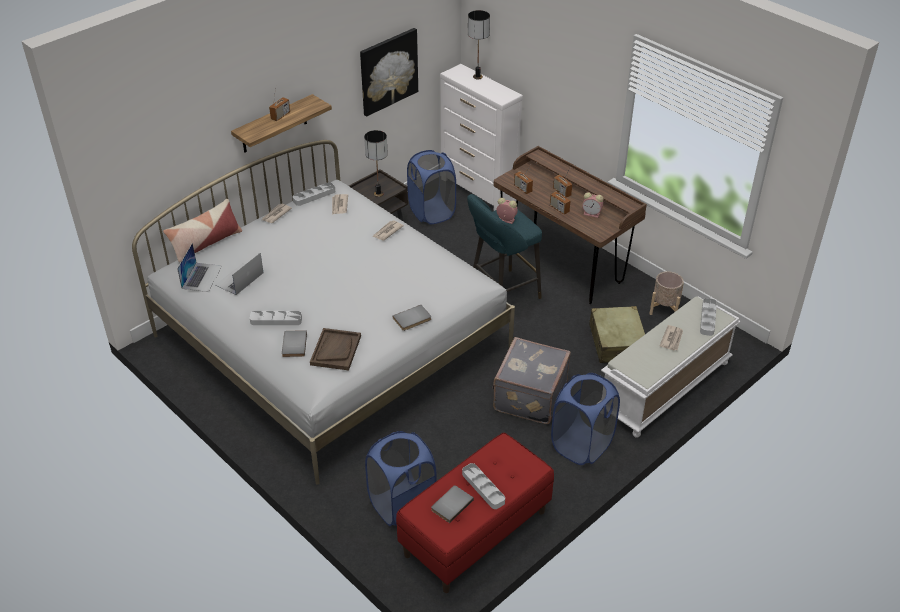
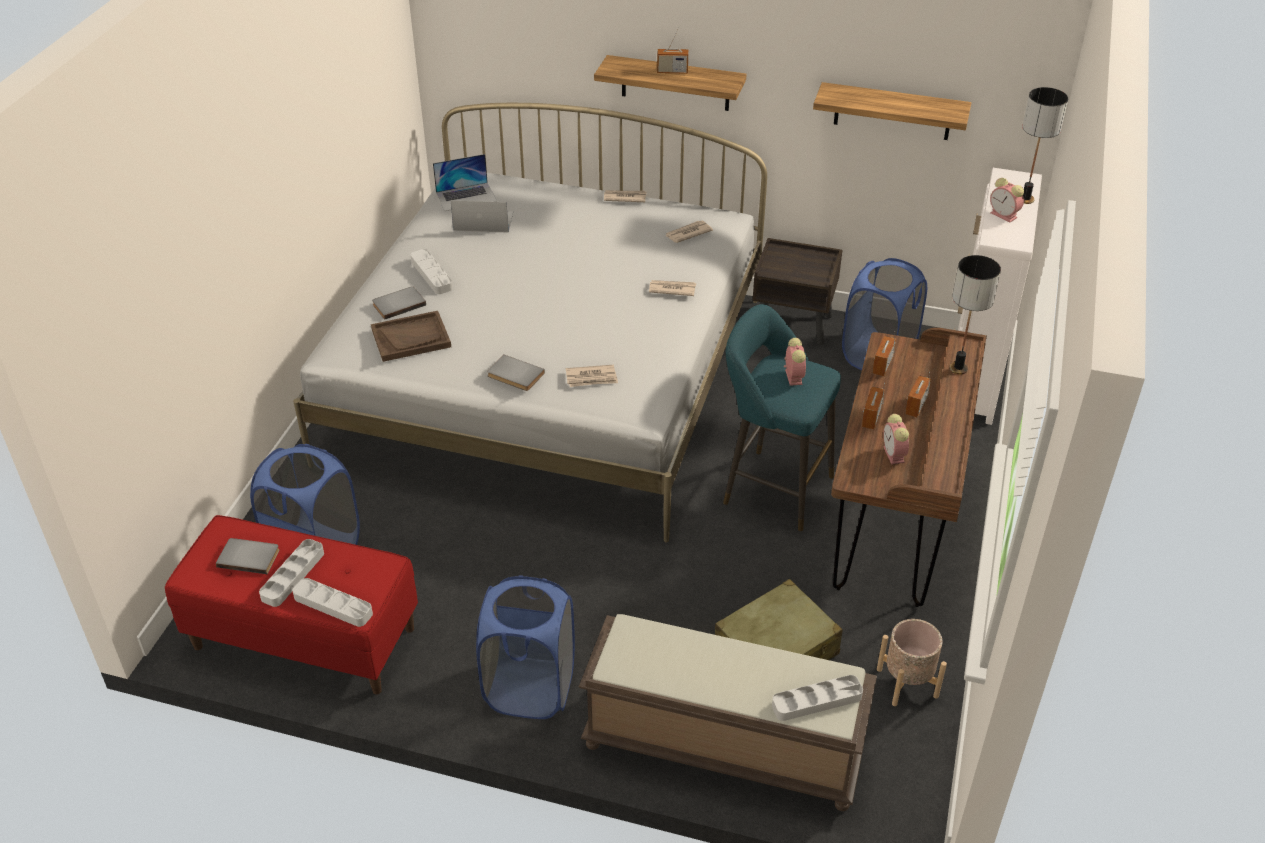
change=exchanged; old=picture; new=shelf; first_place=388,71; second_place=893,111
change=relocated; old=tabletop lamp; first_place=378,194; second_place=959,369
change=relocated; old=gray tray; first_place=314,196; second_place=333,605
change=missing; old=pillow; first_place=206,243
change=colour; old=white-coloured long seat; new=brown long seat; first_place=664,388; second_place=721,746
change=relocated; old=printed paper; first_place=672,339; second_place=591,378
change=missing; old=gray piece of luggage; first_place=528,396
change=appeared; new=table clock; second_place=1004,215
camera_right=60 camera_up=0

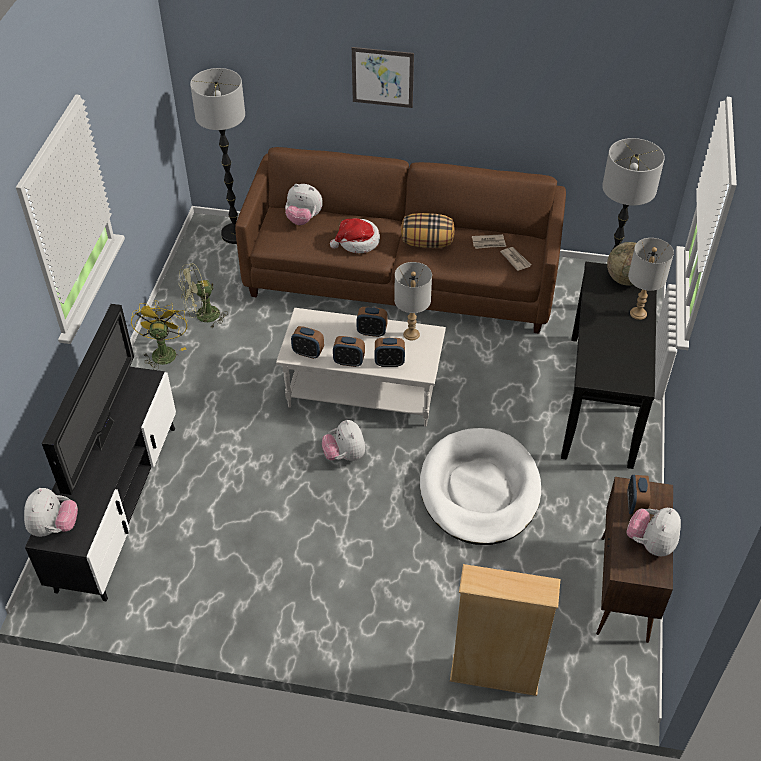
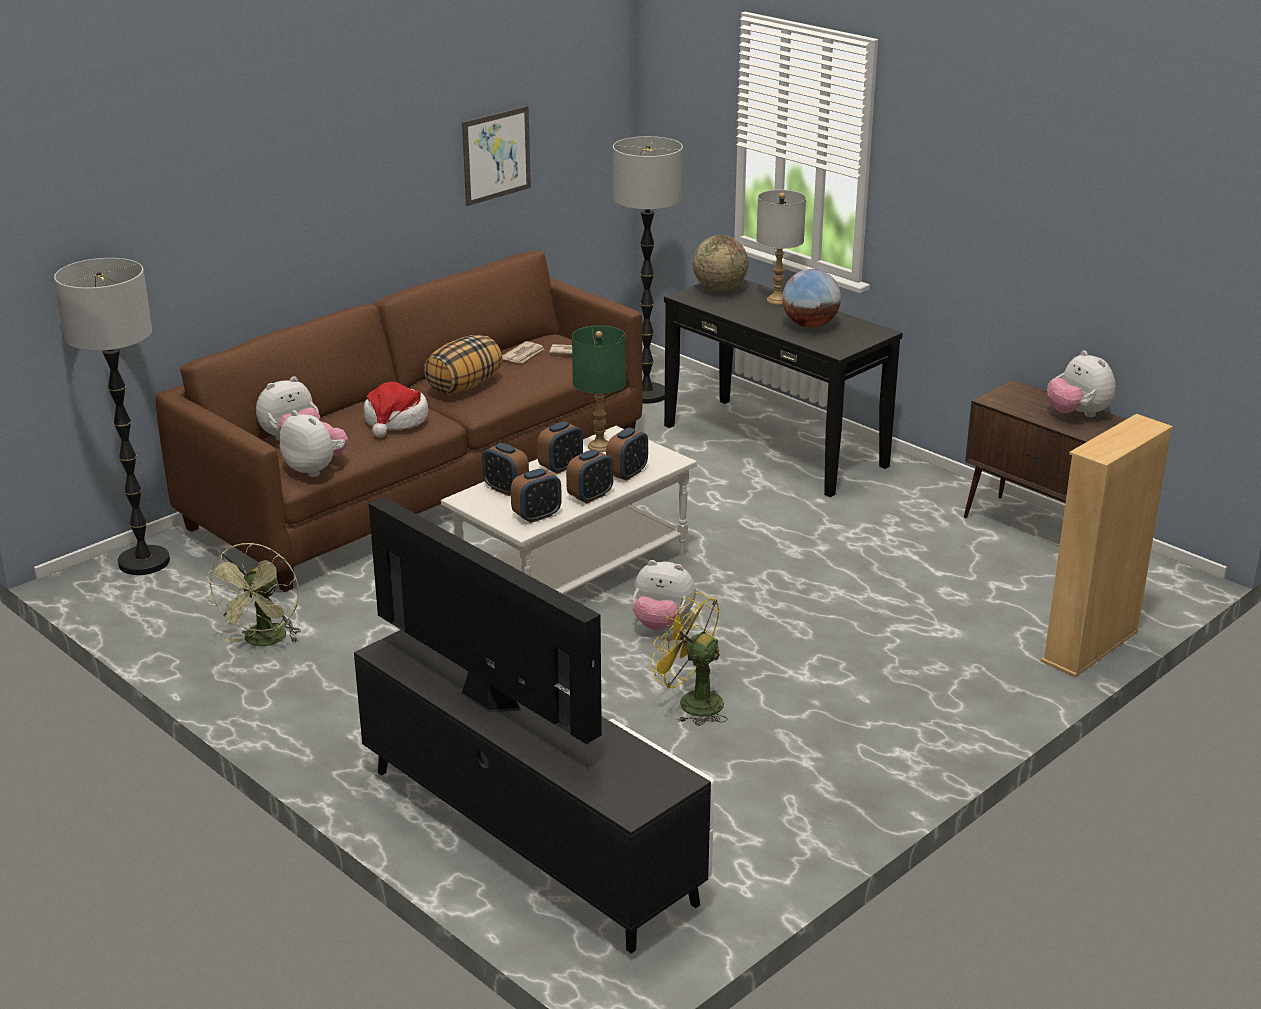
change=relocated; old=picture; first_place=382,77; second_place=496,155
change=colour; old=gray tabletop lamp; new=green-coloured tabletop lamp; first_place=411,334; second_place=600,446
change=relocated; old=yellow-coloured fan; first_place=163,351; second_place=691,702
change=missing; old=white-coloured dog bed; first_place=480,490
change=relocated; old=table clock; first_place=635,505; second_place=506,489
change=relocated; old=soft toy; first_place=54,527; second_place=316,469
change=appeared; new=world globe; second_place=810,325
camera_right=-55 camera_up=-20

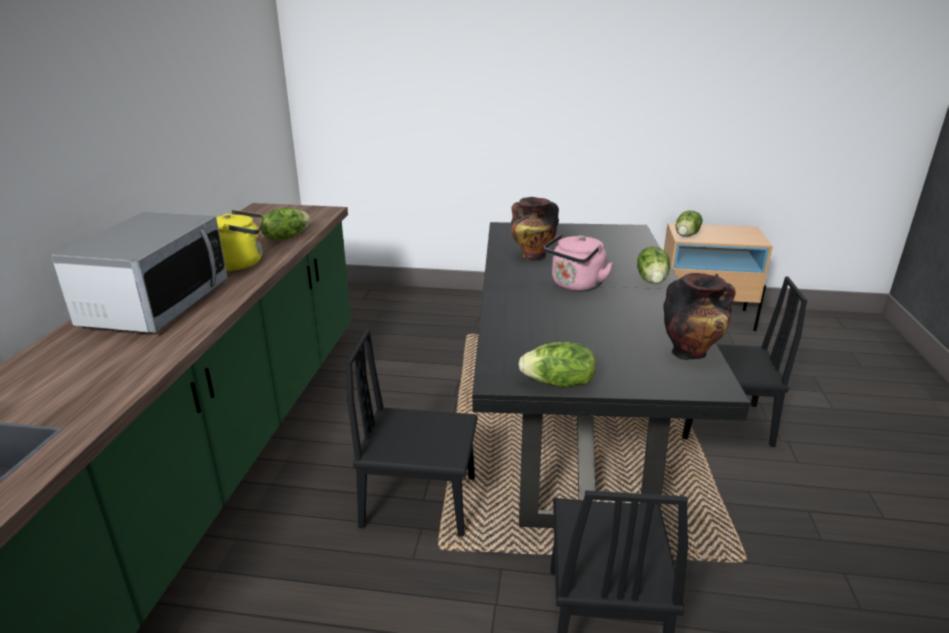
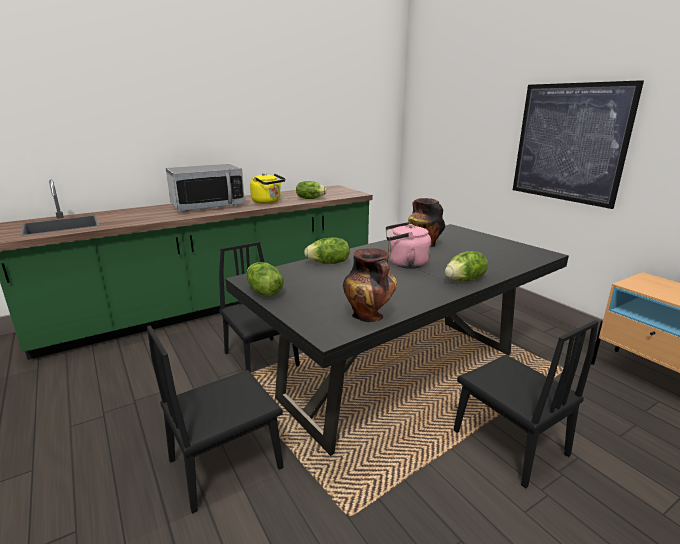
change=relocated; old=lettuce head; first_place=687,235; second_place=329,263
change=appeared; new=picture; second_place=569,143
camera_right=50 camera_up=-5

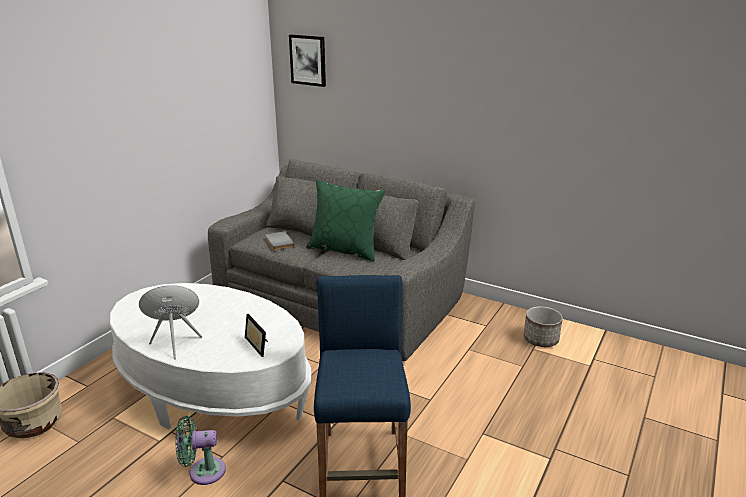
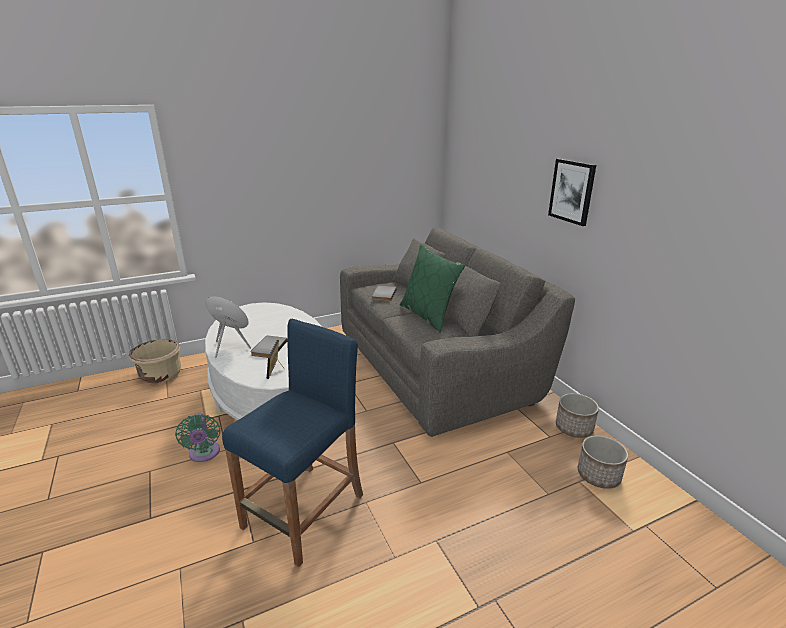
change=relocated; old=picture; first_place=308,60; second_place=572,191
change=spun; old=green-coloured fan; first_place=203,471; second_place=204,454; degrees=-135
change=appeared; new=gray bound book; second_place=268,348
change=appeared; new=planter; second_place=574,428
camera_right=35 camera_up=0

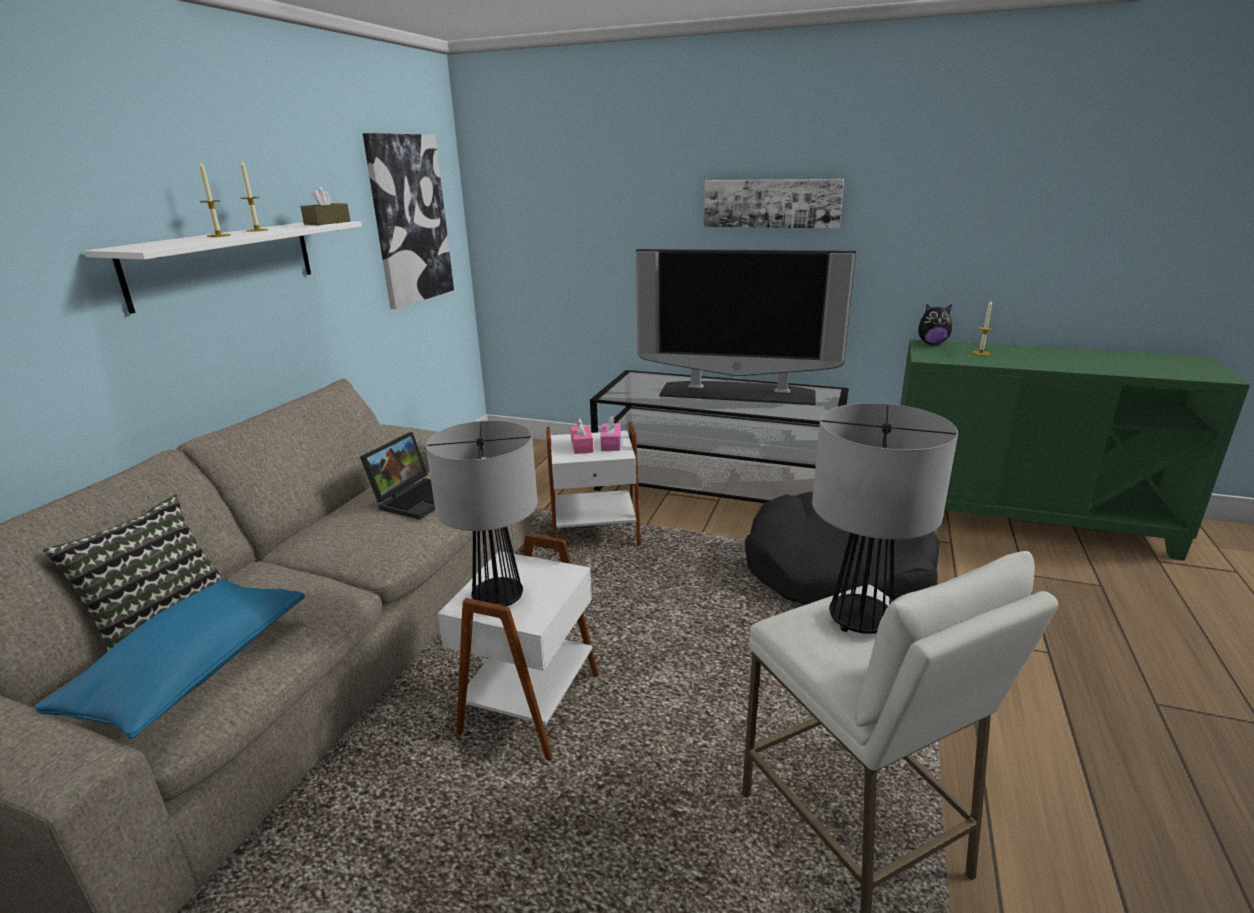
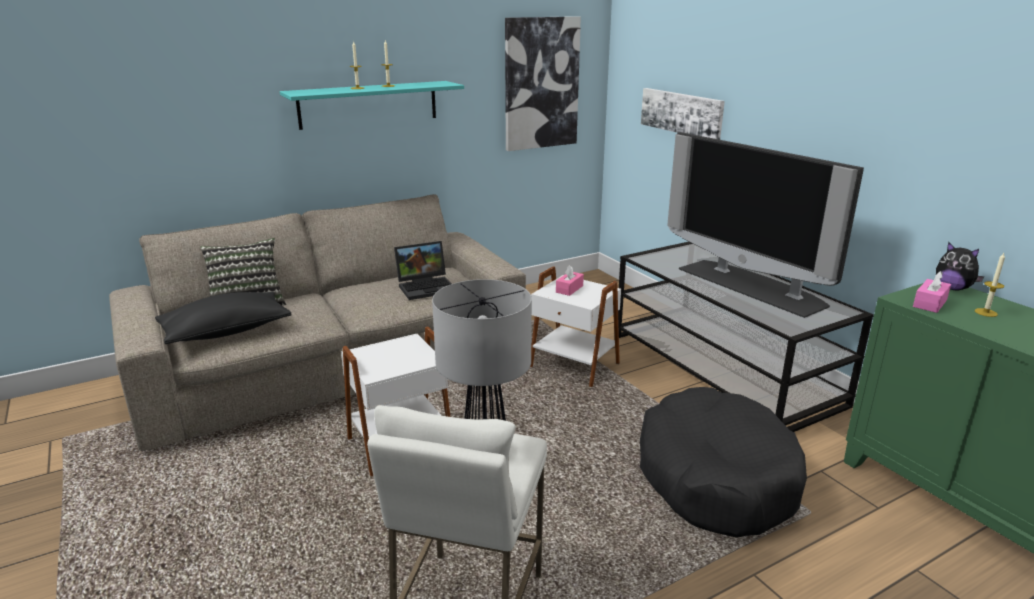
change=relocated; old=picture; first_place=771,203; second_place=681,113
change=missing; old=brown tissue holder; first_place=327,223
change=colour; old=white-coloured shelf; new=turquoise shelf; first_place=224,262; second_place=368,104
change=relocated; old=pink-coloured tissue holder; first_place=611,444; second_place=929,303
change=missing; old=tabletop lamp; first_place=497,599
change=colour; old=blue pillow; new=black-coloured pillow; first_place=193,671; second_place=226,332
camera_right=40 camera_up=0

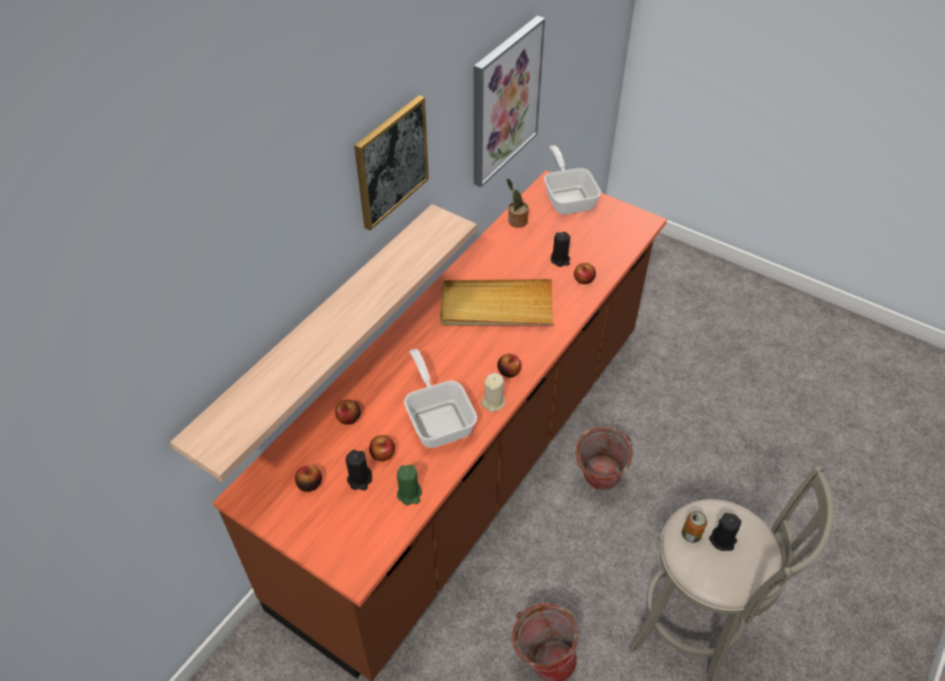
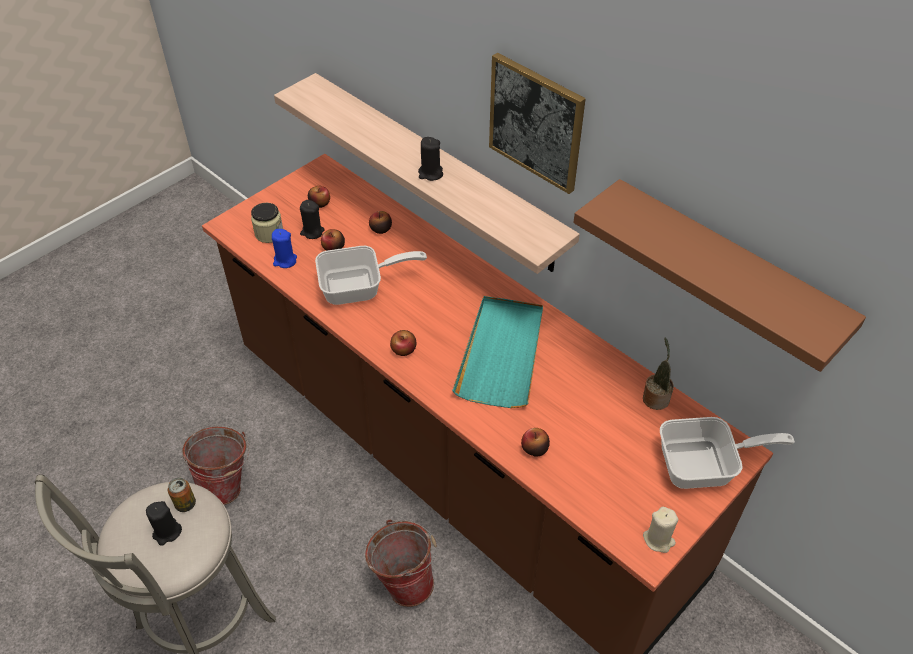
change=exchanged; old=picture; new=brown shelf; first_place=504,101; second_place=724,272
change=relocated; old=black-coloured candle; first_place=560,260; second_place=430,173
change=colour; old=sand-coloured tray; new=turquoise tray; first_place=496,307; second_place=501,353
change=relocated; old=sand-coloured candle; first_place=493,402; second_place=658,539
change=colour; old=green-coloured candle; new=blue candle; first_place=409,494; second_place=285,261
change=appeared; new=storage jar; second_place=269,233
camera_right=100 camera_up=0

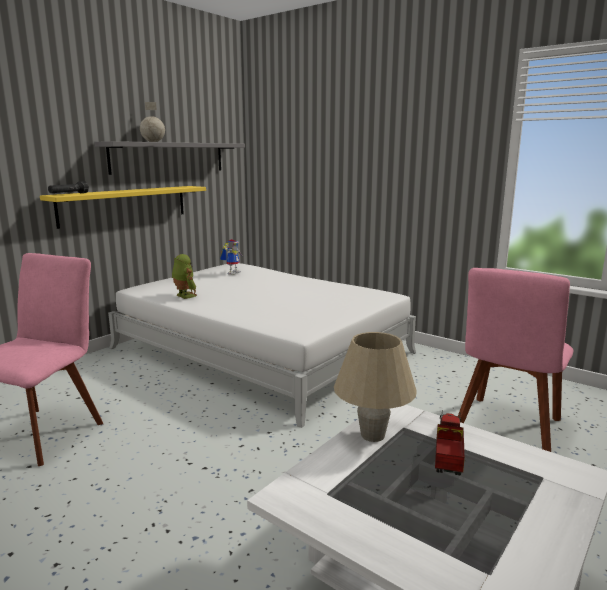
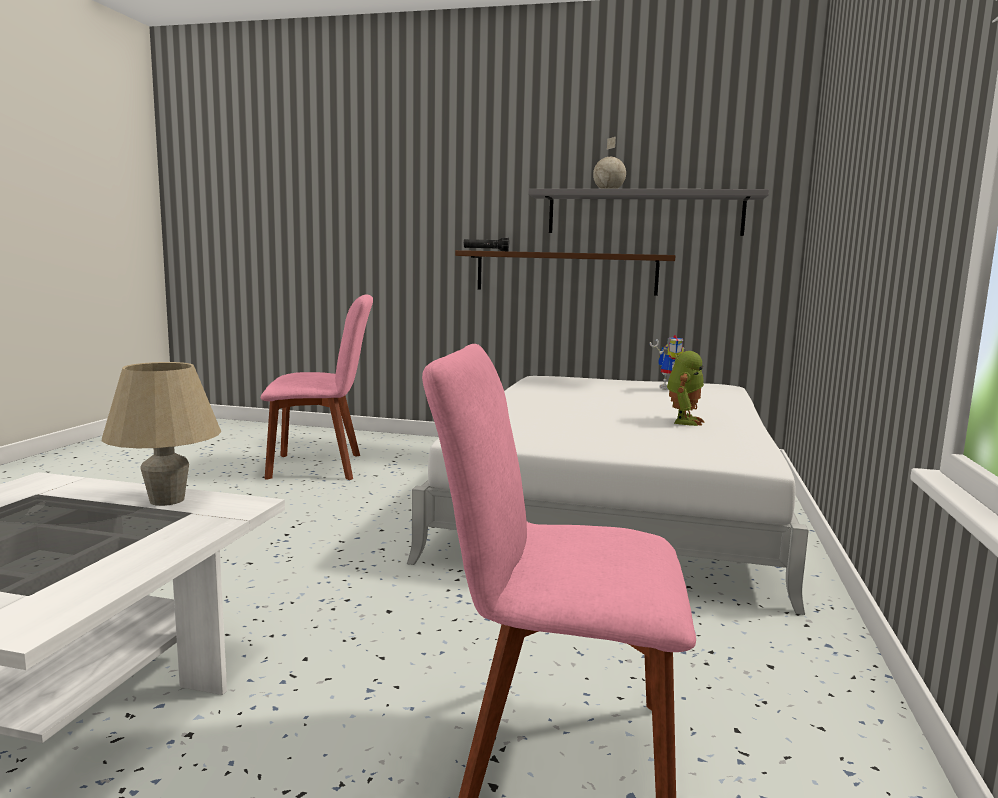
change=colour; old=yellow-coloured shelf; new=brown shelf; first_place=125,205; second_place=565,272
change=relocated; old=model robot; first_place=184,296; second_place=683,421
change=missing; old=toy lorry; first_place=448,452
camera_right=65 camera_up=-5

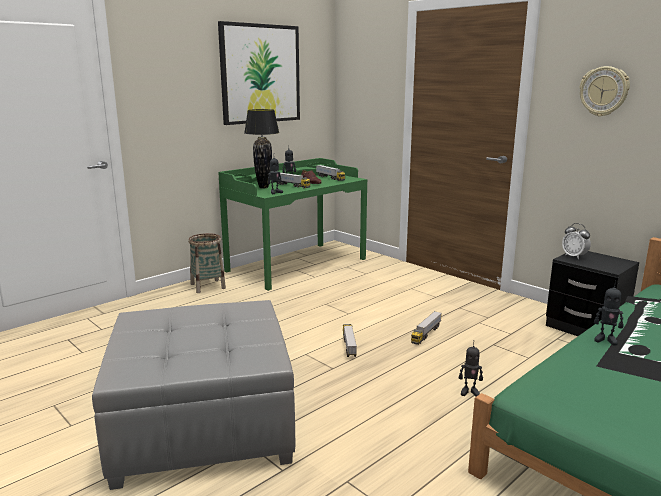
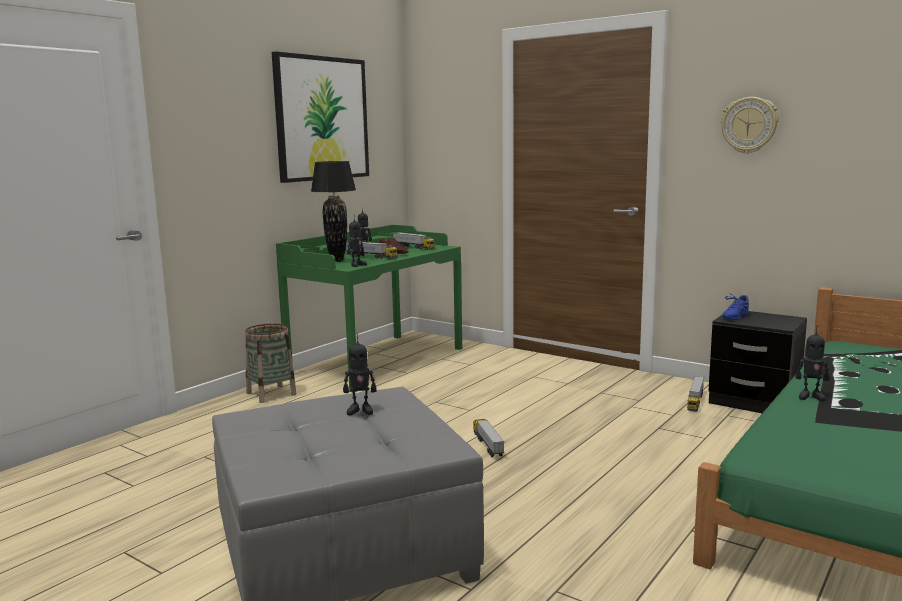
change=exchanged; old=table clock; new=blue low shoe; first_place=574,256; second_place=734,317
change=relocated; old=toy lorry; first_place=426,334; second_place=695,401
change=relocated; old=model robot; first_place=469,392; second_place=360,411
camera_right=-10 camera_up=-5

